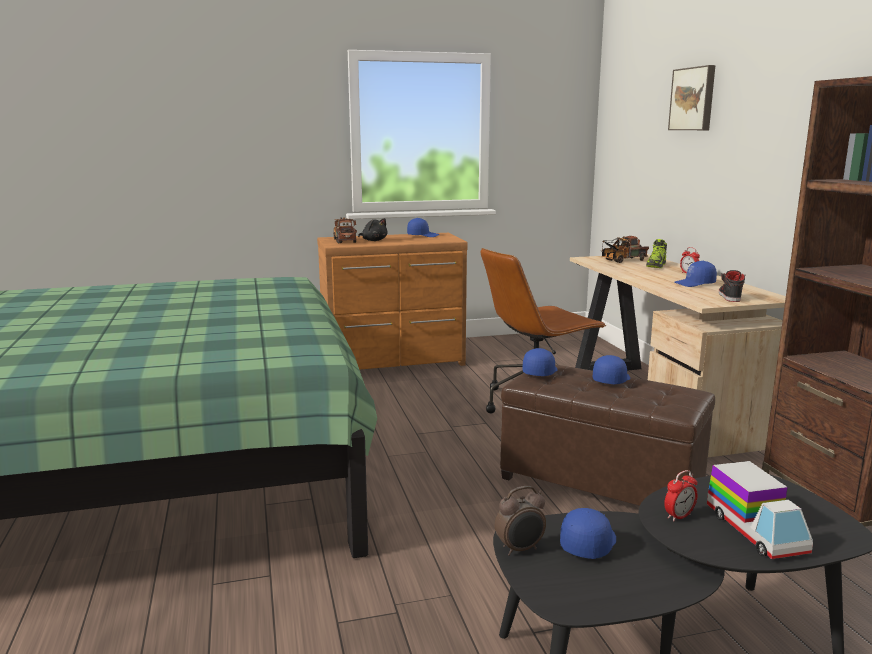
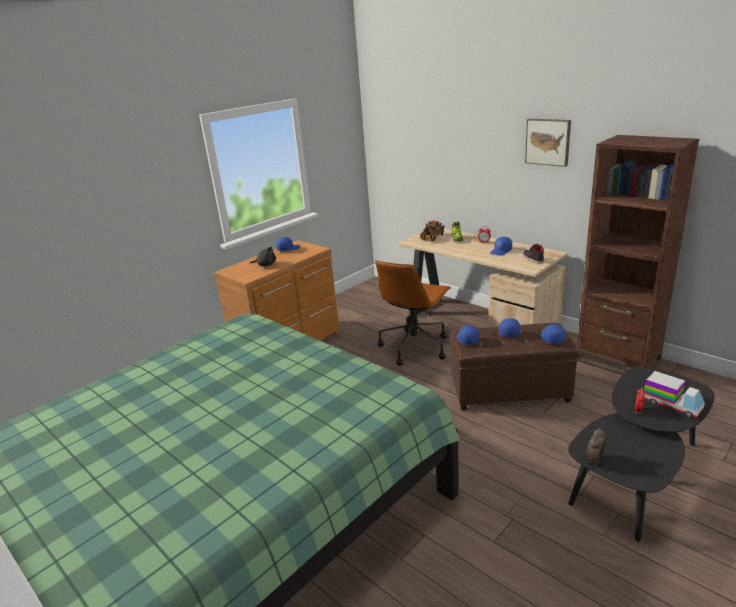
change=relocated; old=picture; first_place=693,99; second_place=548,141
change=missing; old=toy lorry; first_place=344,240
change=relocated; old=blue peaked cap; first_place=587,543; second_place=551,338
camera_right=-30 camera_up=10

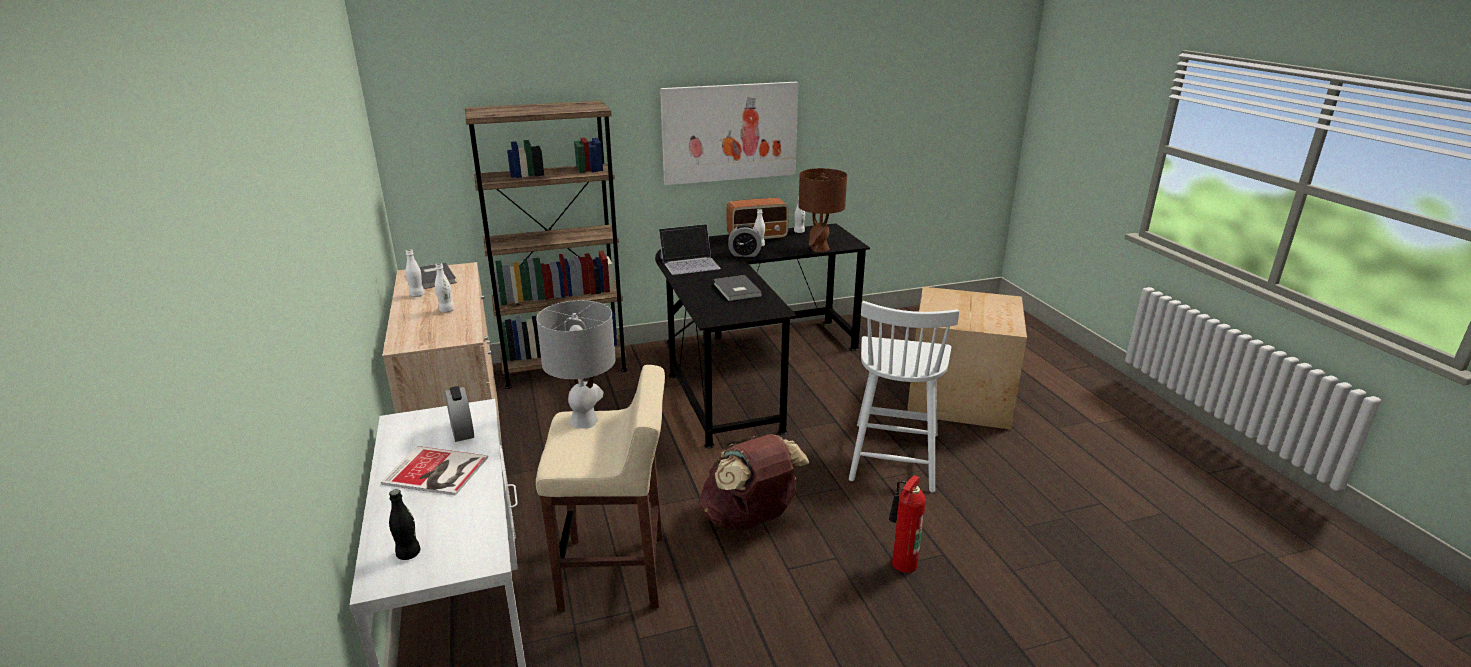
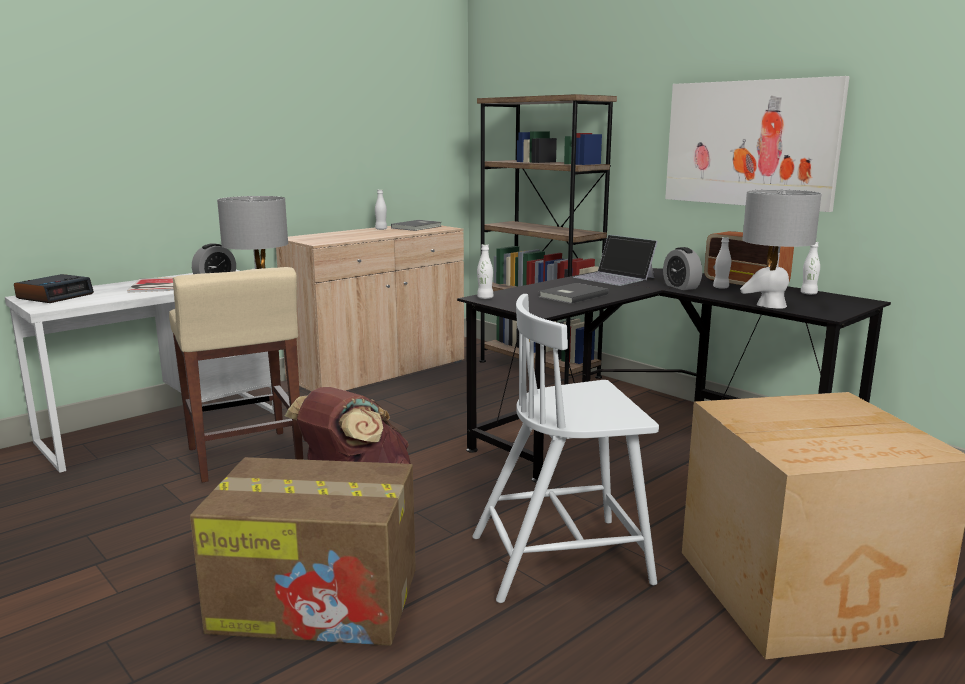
change=colour; old=brown tabletop lamp; new=gray tabletop lamp; first_place=819,249; second_place=771,305
change=relocated; old=white-coloured beverage bottle; first_place=446,310; second_place=485,298
change=exchanged; old=extinguisher; new=cardboard box; first_place=901,564; second_place=319,600
change=exchanged; old=black-coloured beverage bottle; new=table clock; first_place=408,554; second_place=55,296
camera_right=65 camera_up=-10

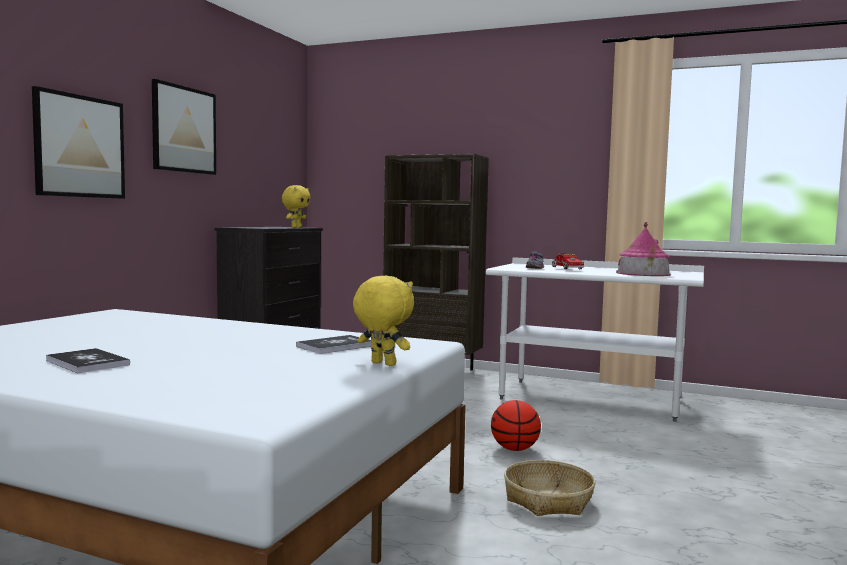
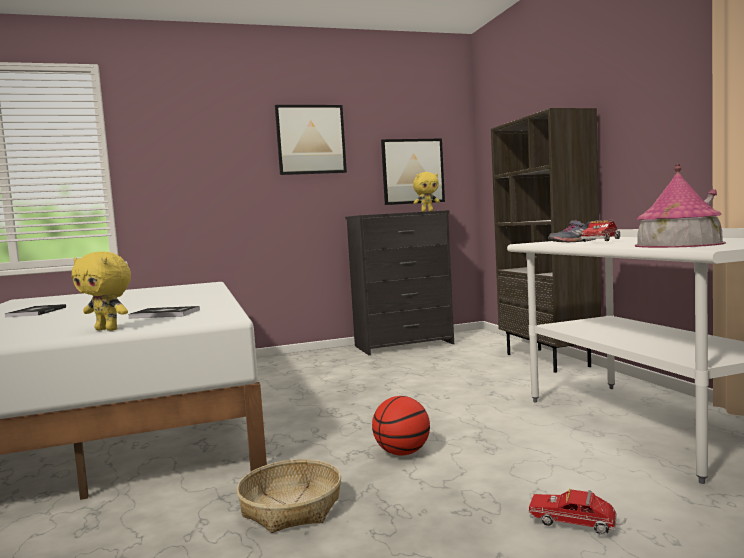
change=relocated; old=picture; first_place=79,146; second_place=412,171
change=spun; old=yellow-coloured soft toy; first_place=382,364; second_place=108,329; degrees=120
change=appeared; new=toy lorry; second_place=577,524
camera_right=50 camera_up=0

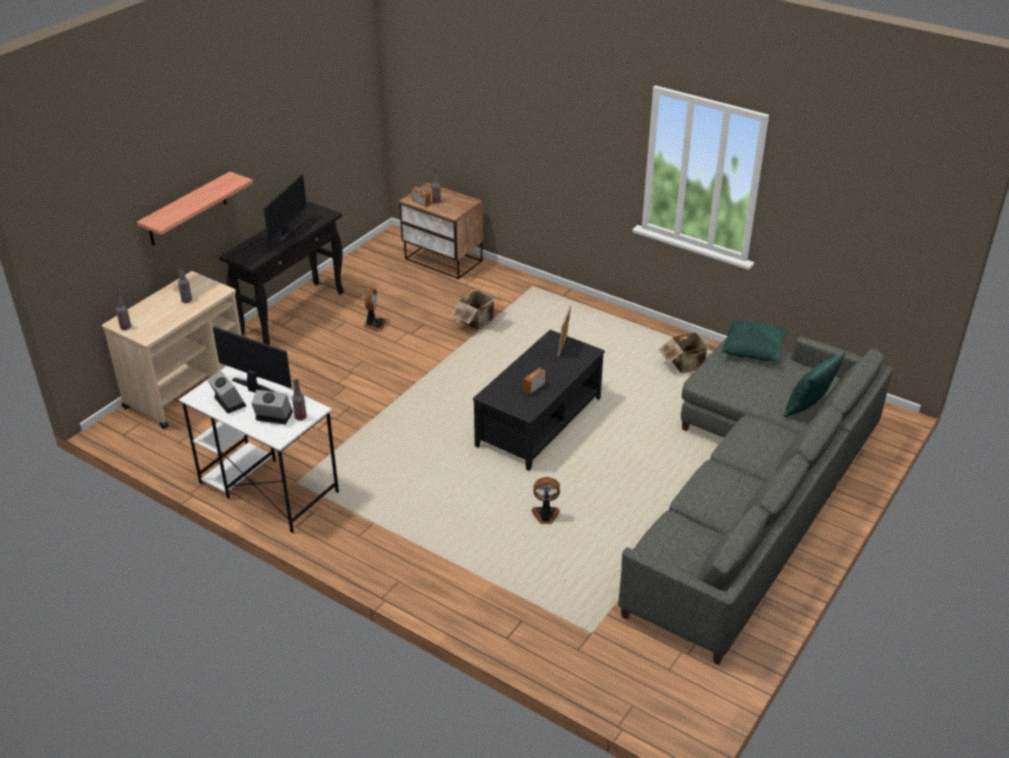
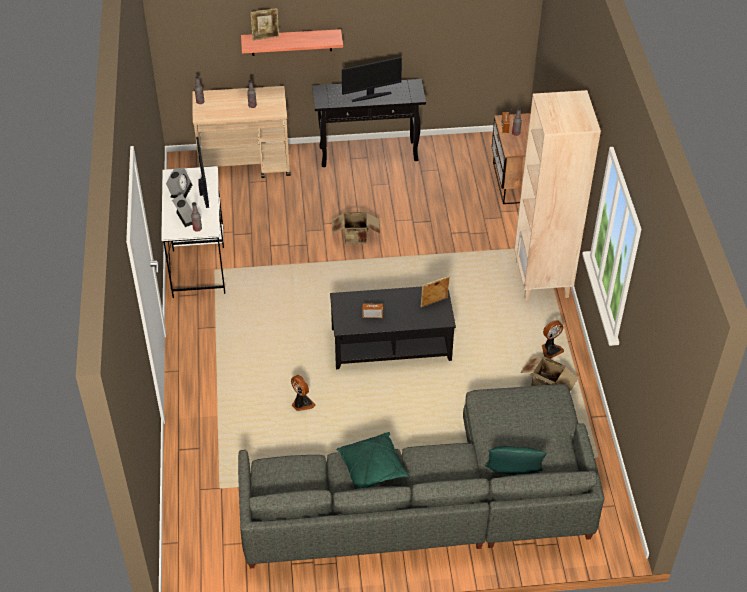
change=relocated; old=cardboard box; first_place=479,322; second_place=356,238
change=relocated; old=fan; first_place=374,324; second_place=550,349
change=relocated; old=green-coloured pillow; first_place=753,349; second_place=373,468
change=appeared; new=picture frame; second_place=265,37
change=appeared; new=sand-coloured shelving unit; second_place=542,280
camera_right=50 camera_up=10

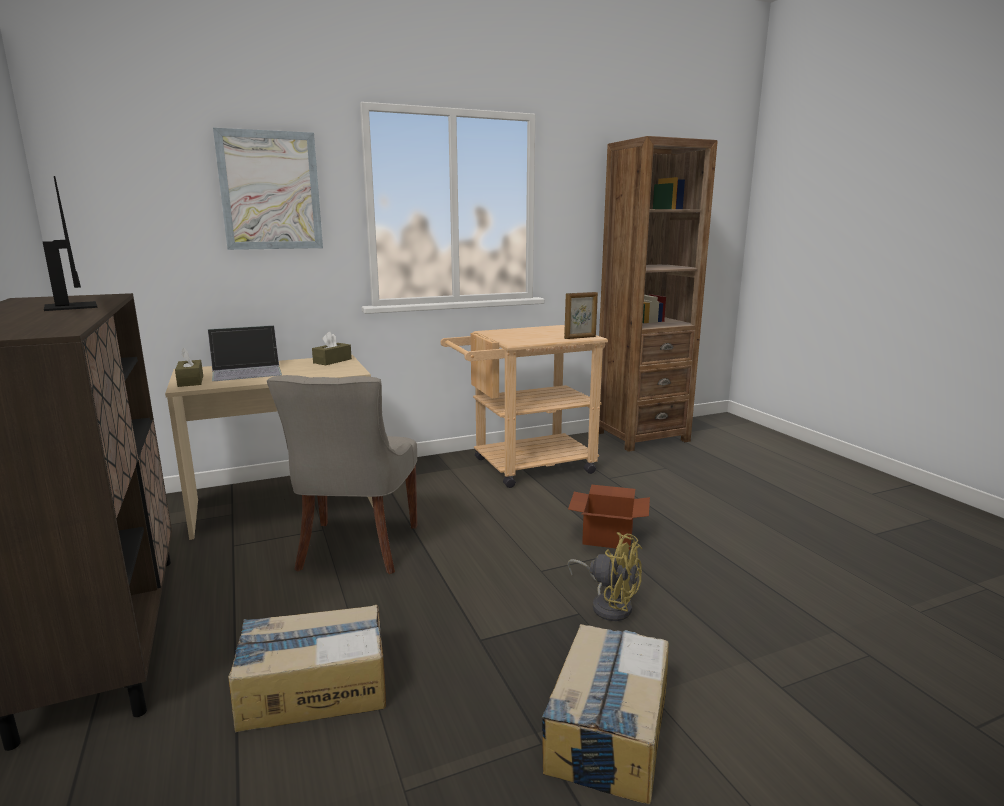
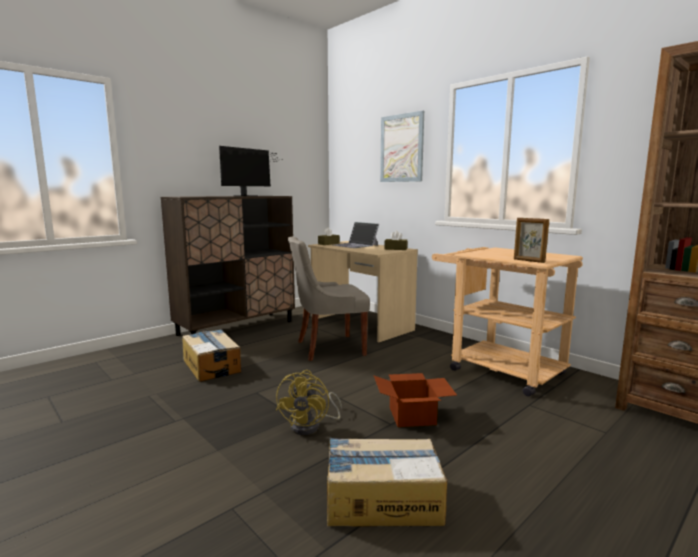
change=relocated; old=cardboard box; first_place=607,729; second_place=381,499
camera_right=70 camera_up=-5

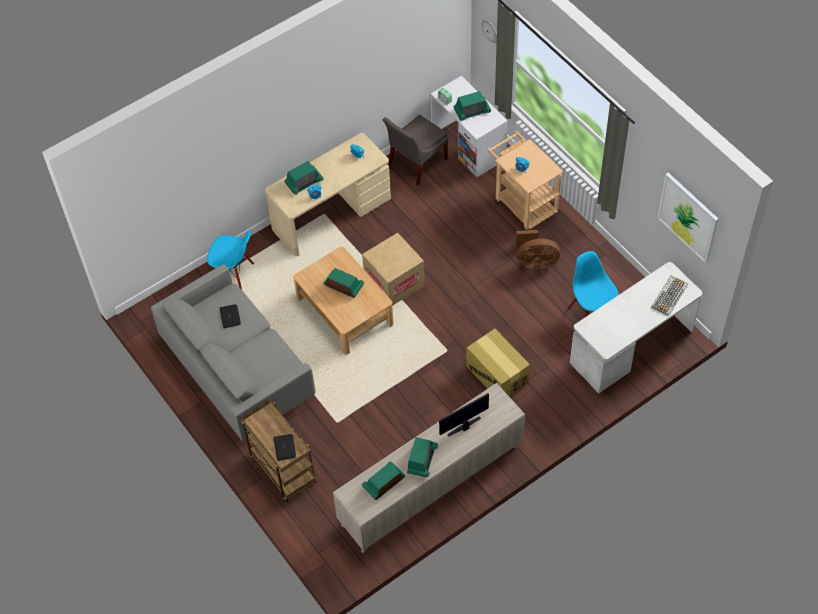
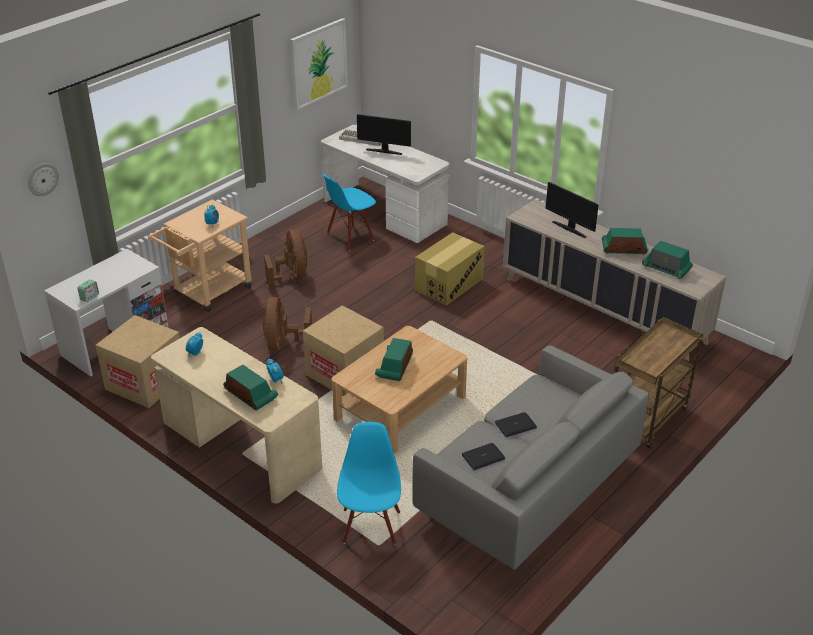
change=missing; old=radio; first_place=472,111
change=exchanged; old=gray plain chair; new=cardboard box; first_place=415,163; second_place=145,382
change=relocated; old=notebook computer; first_place=284,447; second_place=515,425
change=appeared; new=computer display; second_place=384,151
change=appeared; new=brown fan; second_place=283,344
camera_right=-105 camera_up=-20

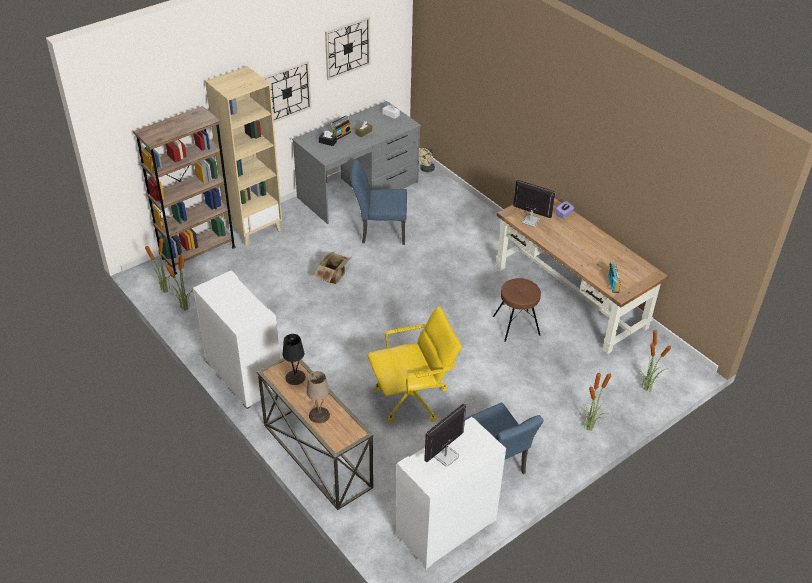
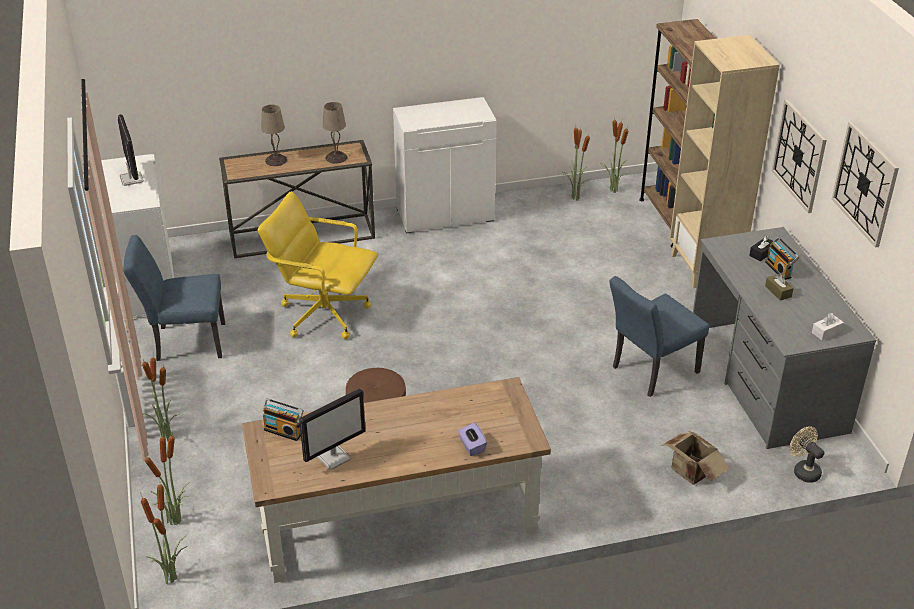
change=spun; old=blue plain chair; first_place=379,232; second_place=650,372; degrees=-150
change=relocated; old=computer display; first_place=530,221; second_place=333,457
change=relocated; old=cardboard box; first_place=334,277; second_place=690,473
change=spun; old=yellow-coloured office chair; first_place=412,399; second_place=323,314; degrees=105
change=colour; old=black-coloured tabletop lamp; new=sand-coloured tabletop lamp; first_place=295,377; second_place=335,157
change=appeared; new=potted plant; second_place=172,577
camera_right=115 camera_up=-5

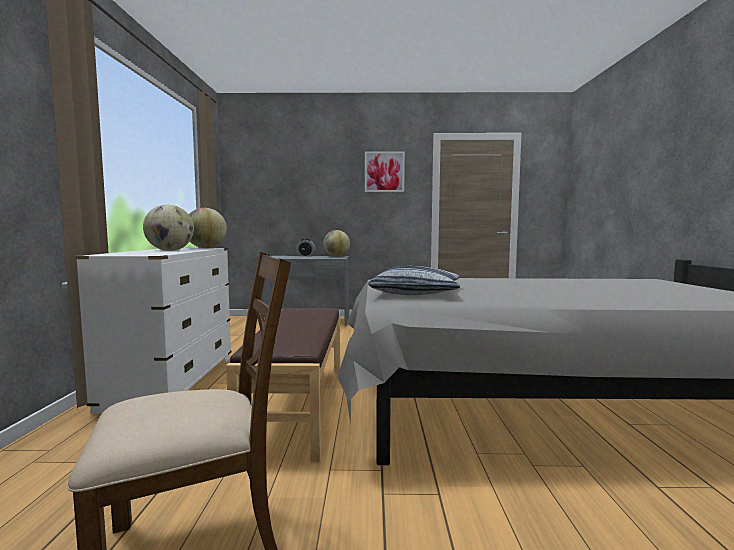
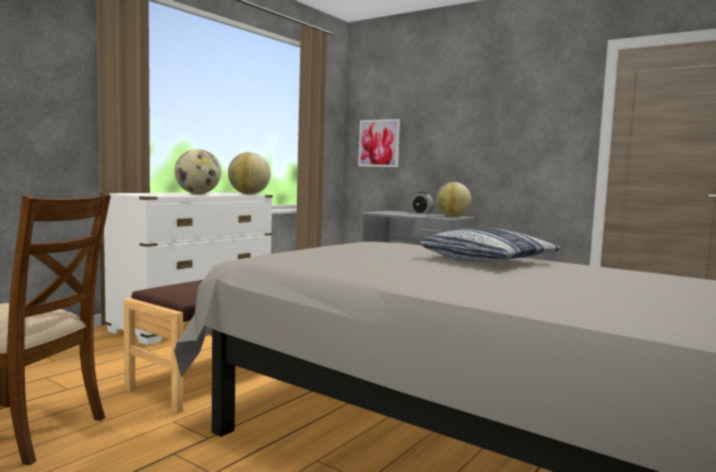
change=relocated; old=picture; first_place=384,172; second_place=379,143
change=relocated; old=pillow; first_place=417,292; second_place=488,260
camera_right=35 camera_up=0

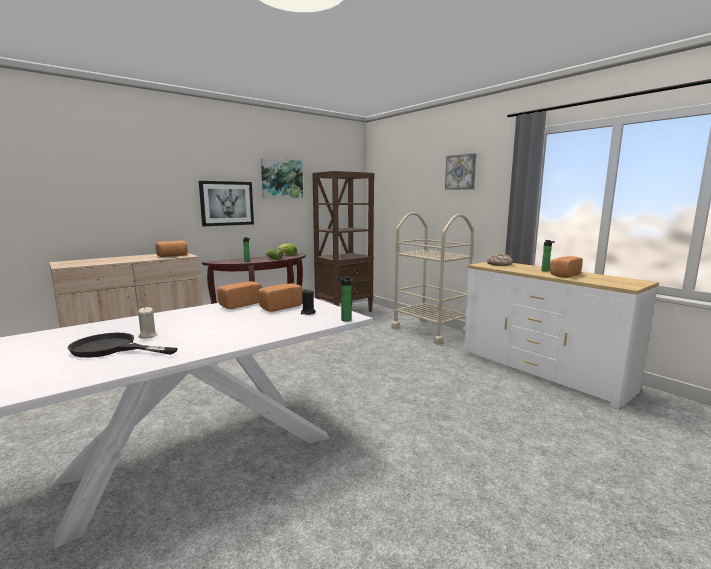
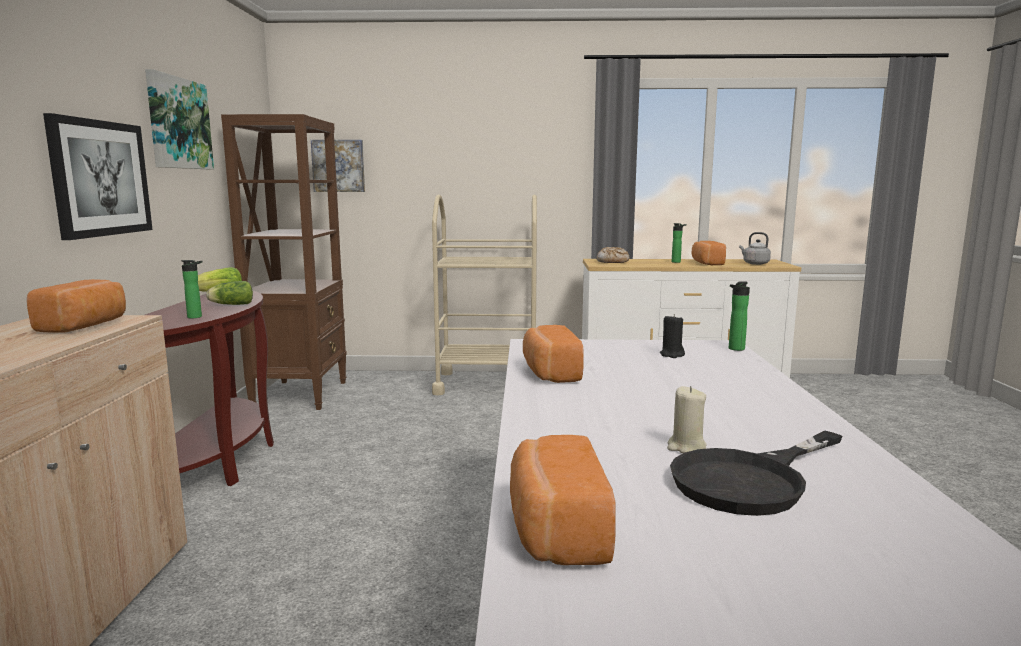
change=relocated; old=picture; first_place=461,172; second_place=338,166
change=relocated; old=bread; first_place=279,307; second_place=555,531
change=appeared; new=gray tea kettle; second_place=754,263
camera_right=-50 camera_up=0

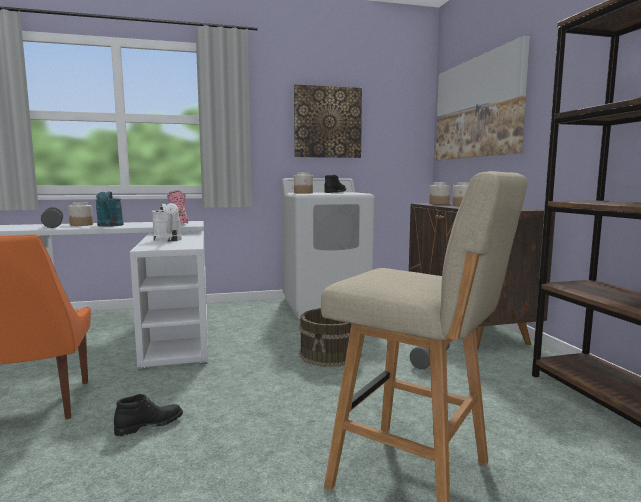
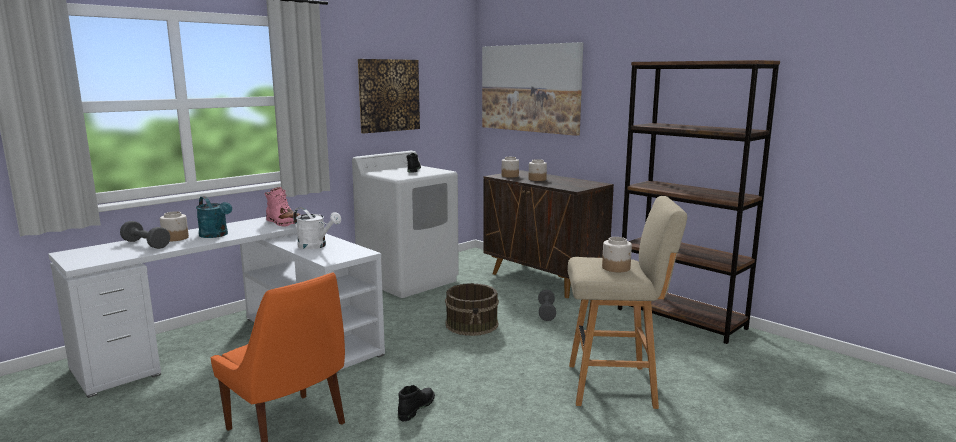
change=relocated; old=storage jar; first_place=303,193; second_place=616,268
camera_right=-30 camera_up=5

